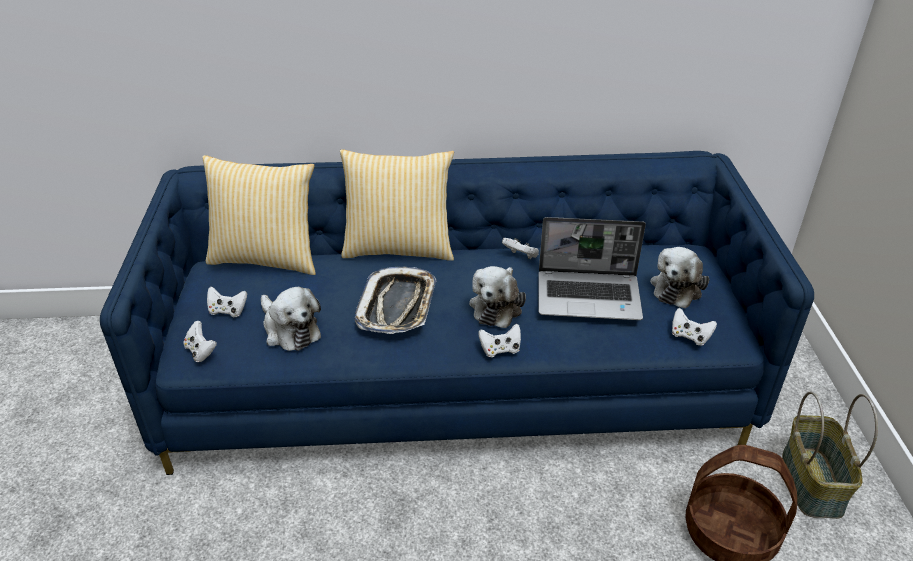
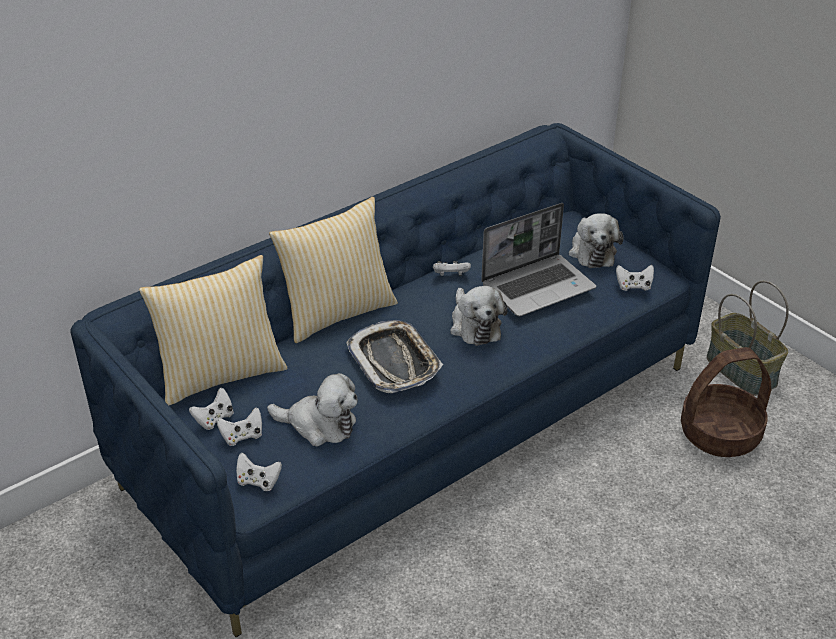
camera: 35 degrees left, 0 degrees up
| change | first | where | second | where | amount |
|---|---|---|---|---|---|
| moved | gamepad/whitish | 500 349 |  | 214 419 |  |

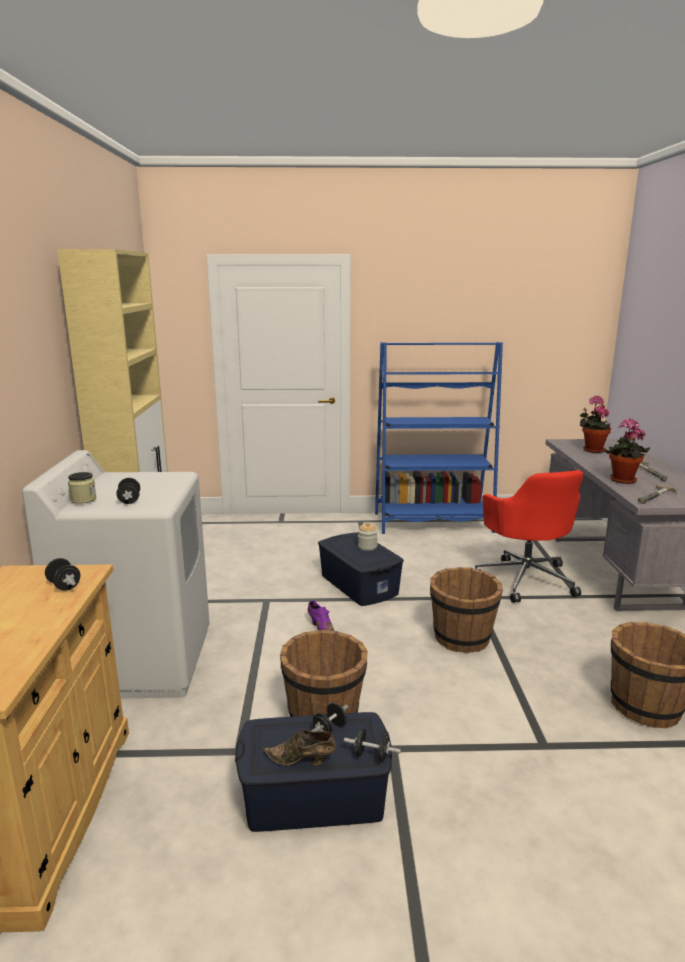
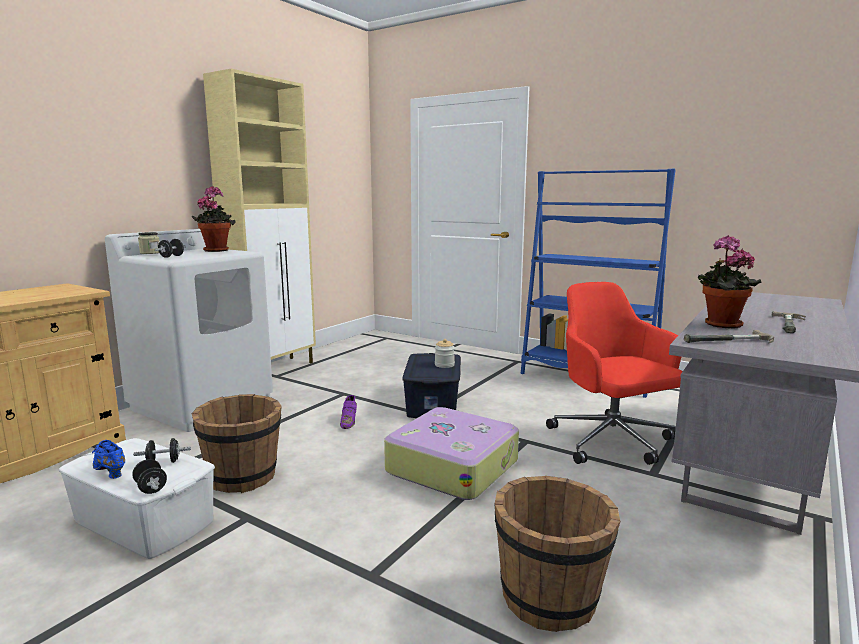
camera: 35 degrees right, 5 degrees down
| change | first | where | second | where | amount |
|---|---|---|---|---|---|
| moved | potted plant | 592 450 |  | 217 250 |  |
| turned | office chair/red | 525 579 |  | 612 442 | 135 degrees clockwise |
| removed | hand weight/black-coloured | 64 585 |  |  |  |
| replaced | pail/brownish | 462 638 | travel case | 452 466 |  |
| recoloured | storage bin/blue | 315 797 | storage bin/whitish | 143 522 |  |
| recoloured | item of footwear/brownish | 302 761 | item of footwear/blue | 109 472 |  |

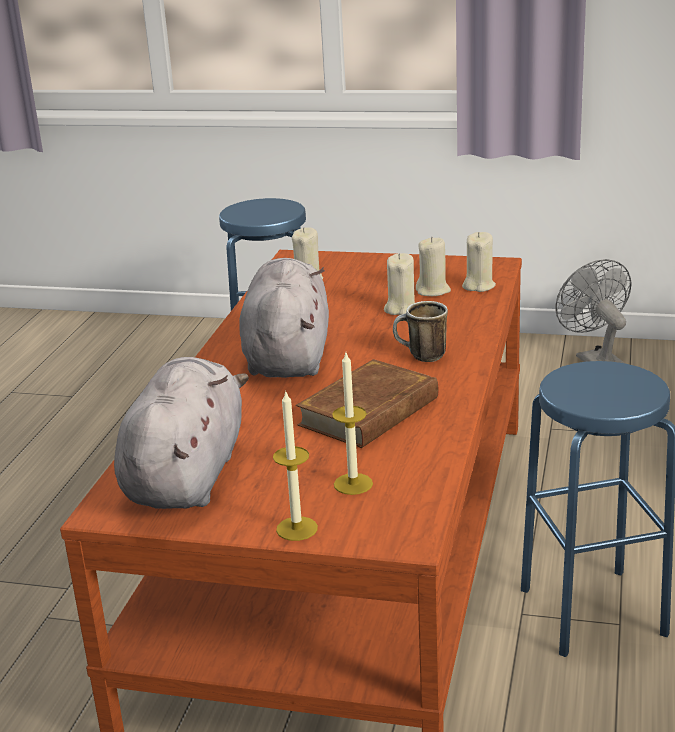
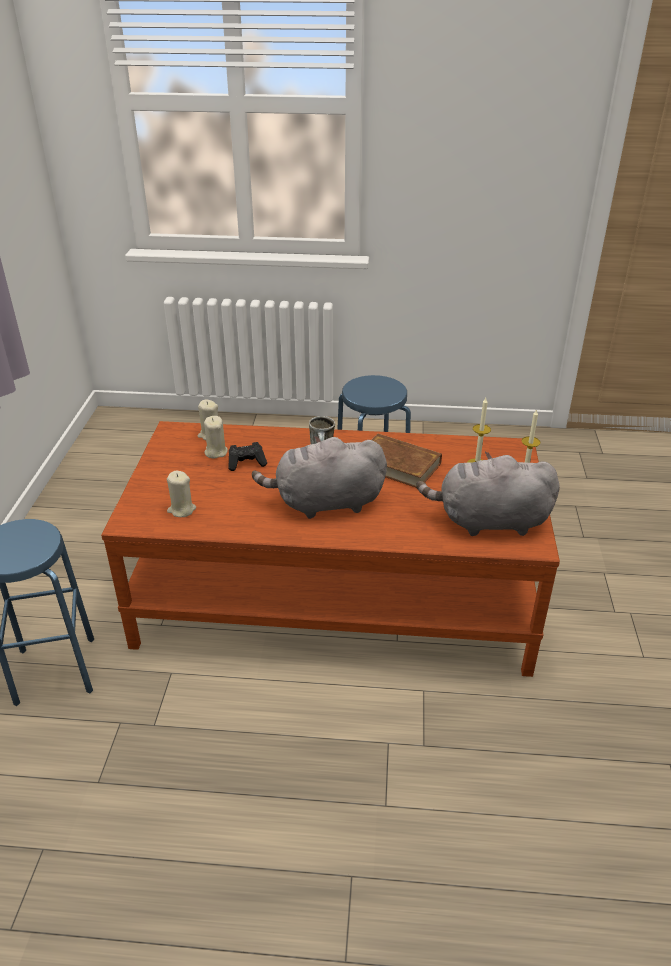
camera: 100 degrees left, 10 degrees up
| change | first | where | second | where | amount |
|---|---|---|---|---|---|
| replaced | wax candle/sand-coloured | 400 309 | gamepad/black-coloured | 246 463 |  |
| removed | electric fan/gray | 595 360 |  |  |  |

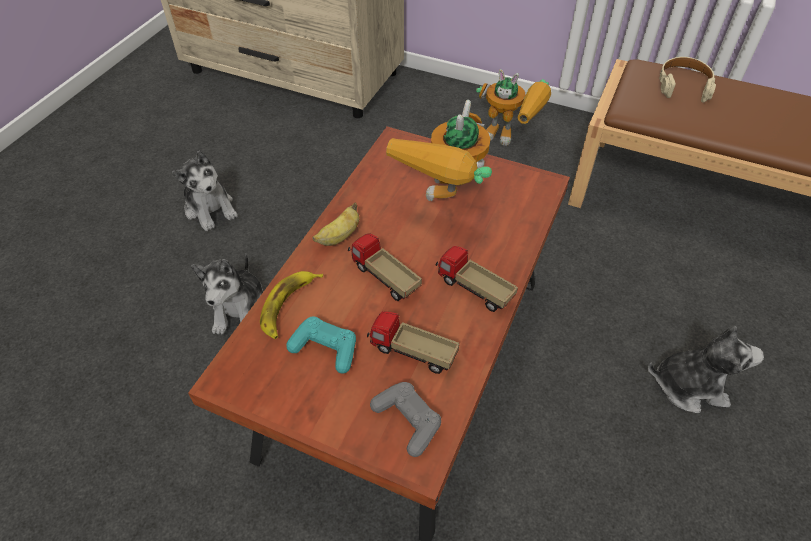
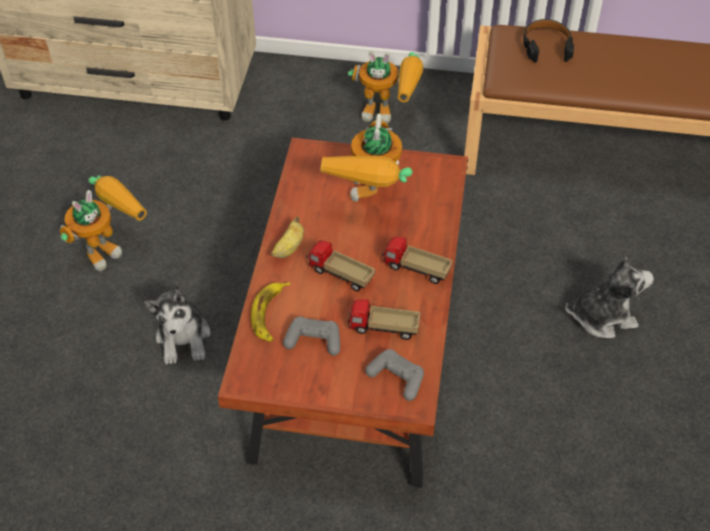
camera: 15 degrees left, 0 degrees up
| change | first | where | second | where | amount |
|---|---|---|---|---|---|
| recoloured | pair of headphones/sand-coloured | 684 85 | pair of headphones/black-coloured | 546 46 |  |
| replaced | cuddly toy | 210 209 | robot figure | 110 246 |  |
| recoloured | gamepad/turquoise | 325 349 | gamepad/gray | 313 341 |  |

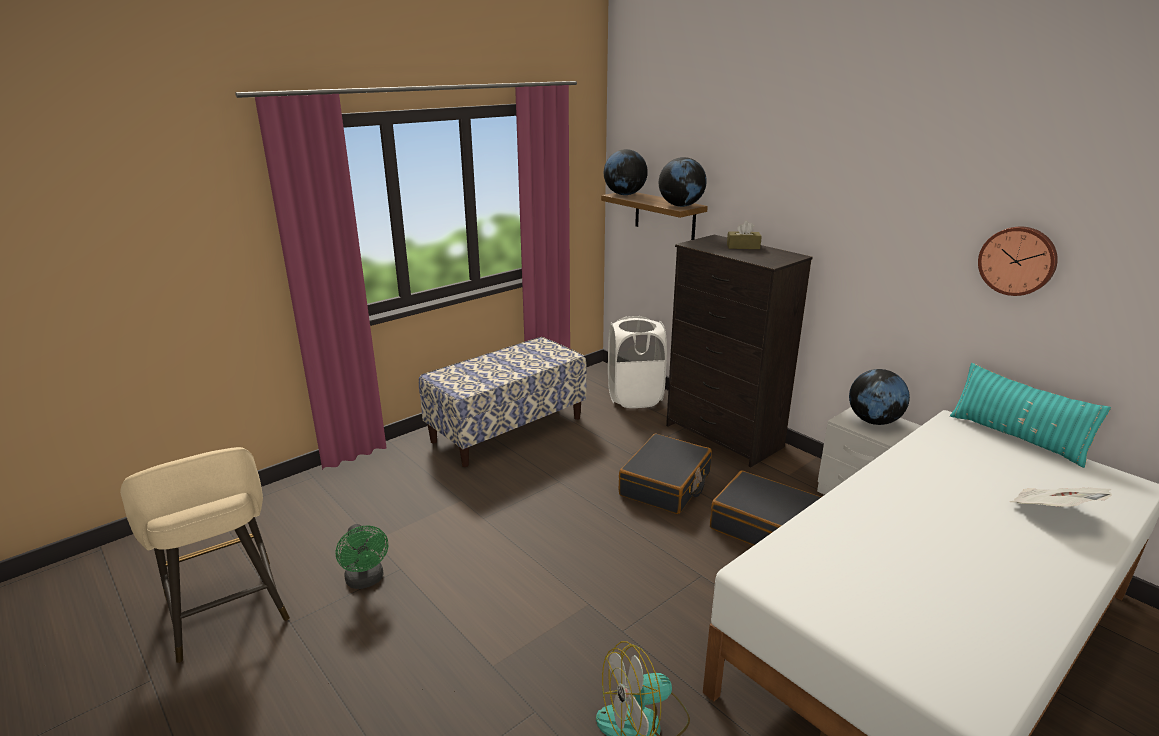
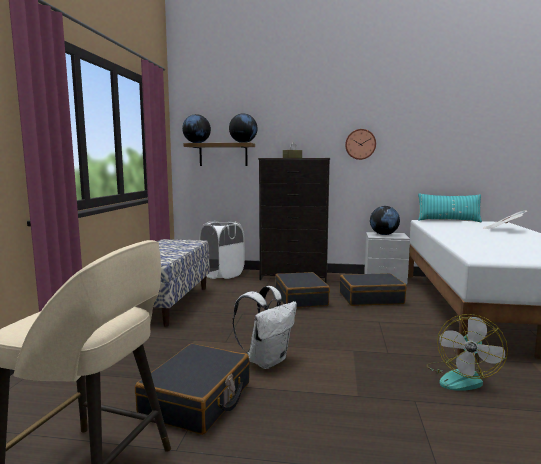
camera: 40 degrees left, 15 degrees down
| change | first | where | second | where | amount |
|---|---|---|---|---|---|
| moved | wall clock | 1018 260 |  | 360 144 |  |
| replaced | electric fan/green | 366 581 | travel case/black-coloured | 197 400 |  |
| added |  |  | backpack/whitish | 266 360 |  |

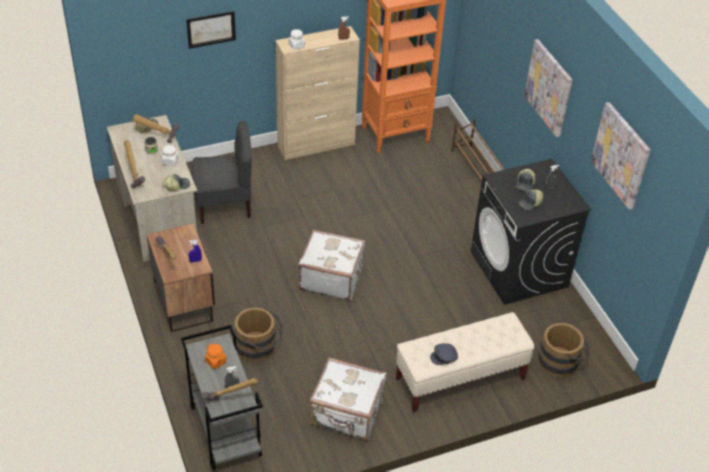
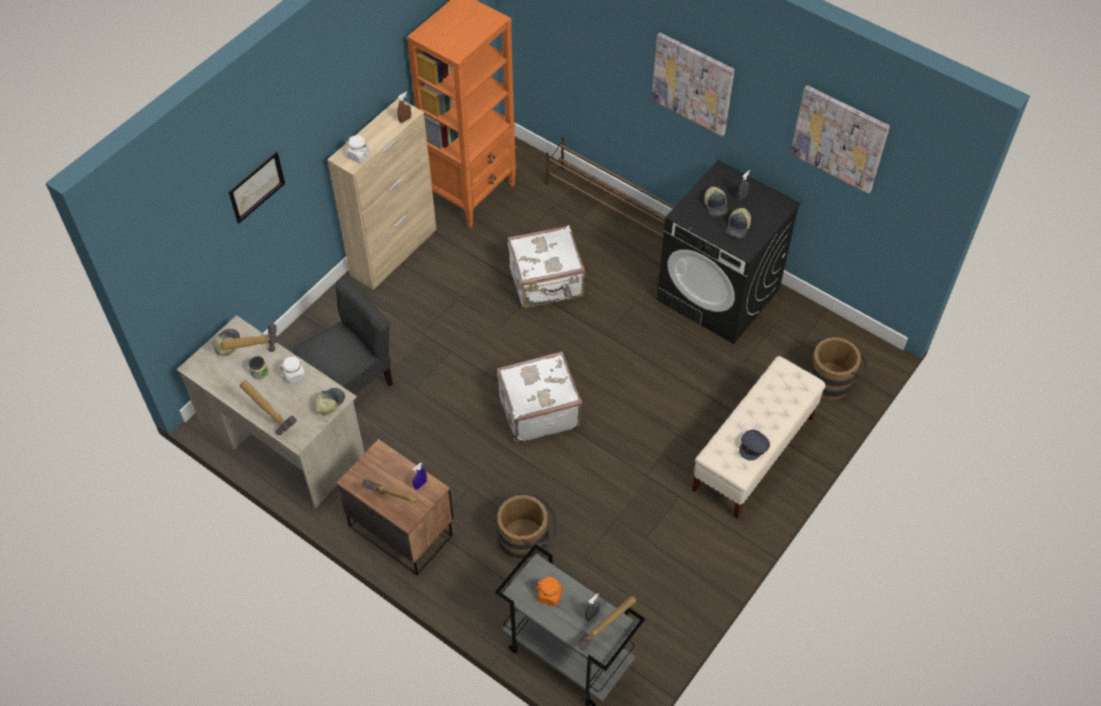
camera: 30 degrees left, 10 degrees up
| change | first | where | second | where | amount |
|---|---|---|---|---|---|
| moved | travel case/whitish | 347 414 |  | 547 283 |  |

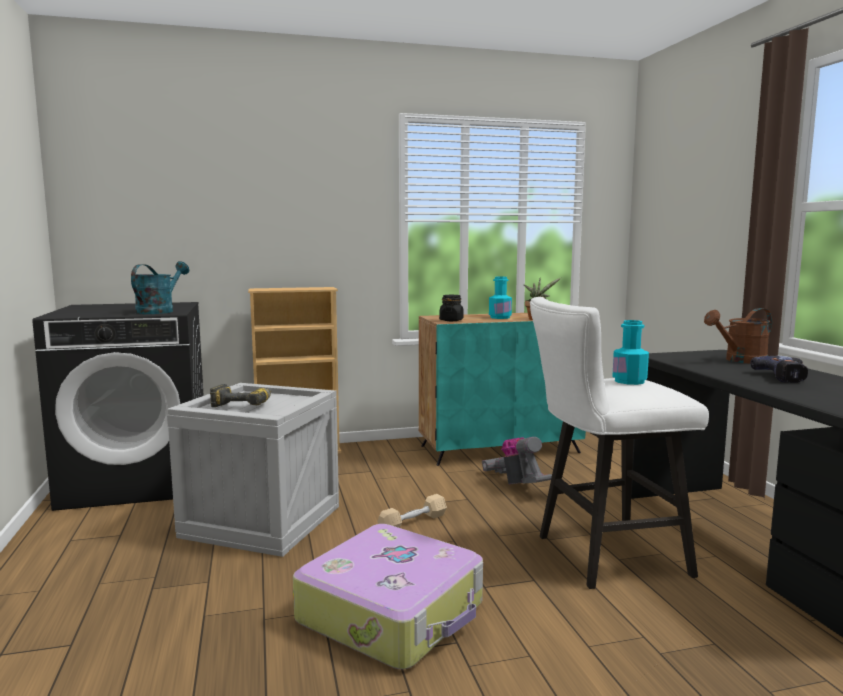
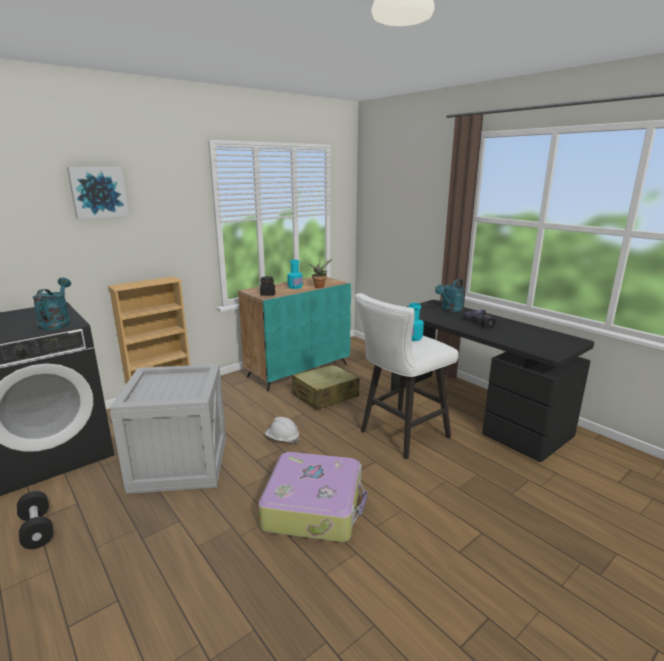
camera: 25 degrees left, 10 degrees up
| change | first | where | second | where | amount |
|---|---|---|---|---|---|
| recoloured | sprinkling can/brownish | 740 360 | sprinkling can/turquoise | 450 310 |  |
| removed | drill | 244 404 |  |  |  |
| replaced | vacuum | 516 484 | travel case/sand-coloured | 325 396 |  |
| replaced | hand weight/sand-coloured | 413 522 | work helmet/whitish | 282 439 |  |
| added |  |  | picture | 98 192 |  |
| added |  |  | hand weight/black-coloured | 37 529 |  |

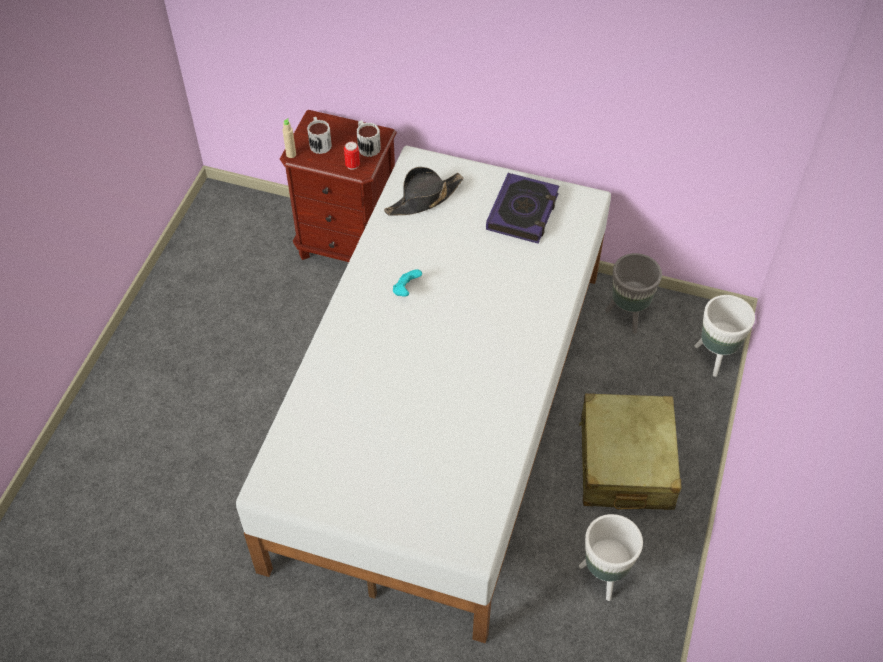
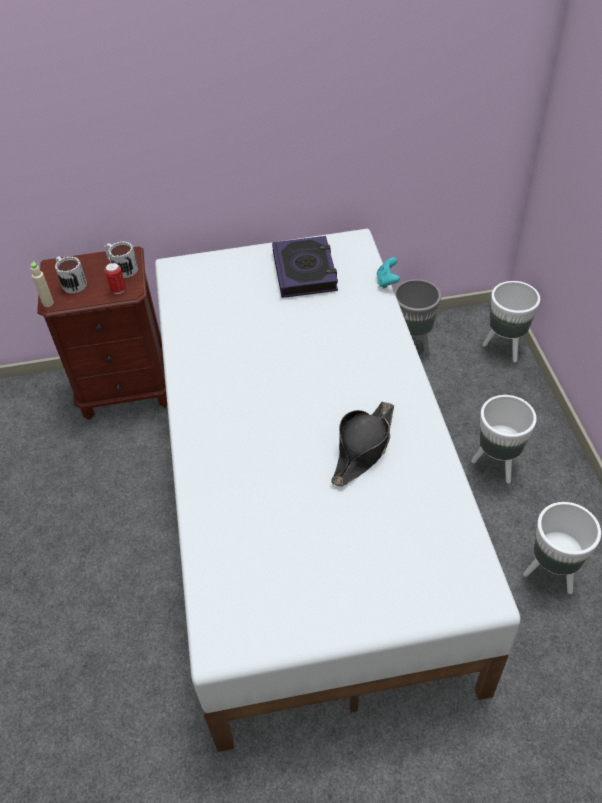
camera: 25 degrees left, 5 degrees down
| change | first | where | second | where | amount |
|---|---|---|---|---|---|
| moved | wearable hat/black-coloured | 424 199 |  | 363 448 |  |
| moved | gamepad/turquoise | 406 290 |  | 387 281 |  |
| replaced | travel case/sand-coloured | 625 463 | planter/whitish | 497 464 |  |

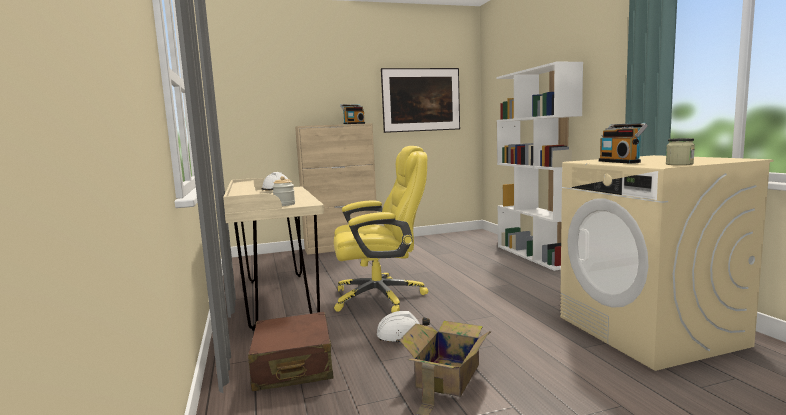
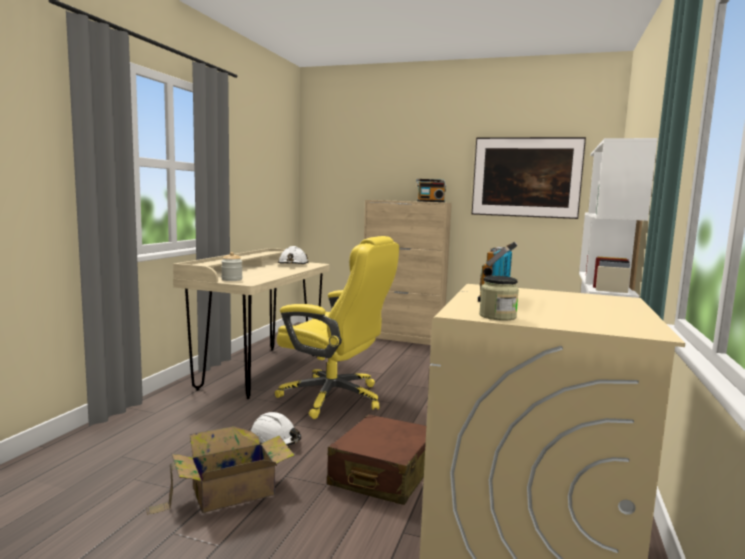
camera: 35 degrees right, 0 degrees up
| change | first | where | second | where | amount |
|---|---|---|---|---|---|
| moved | travel case/brownish | 293 366 |  | 383 474 |  |

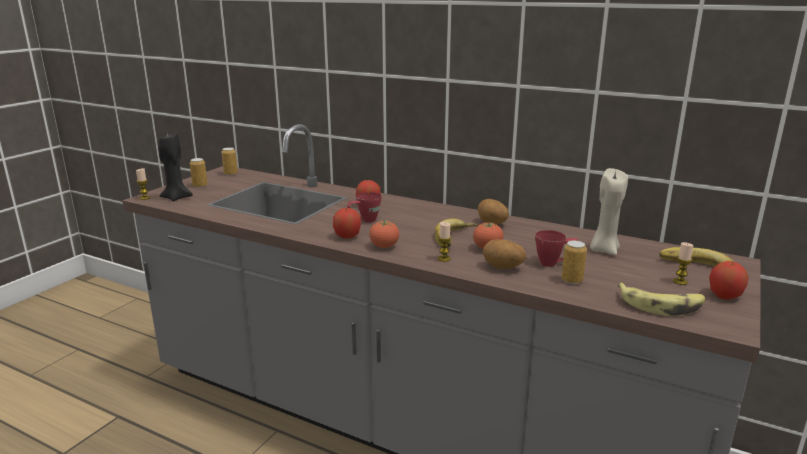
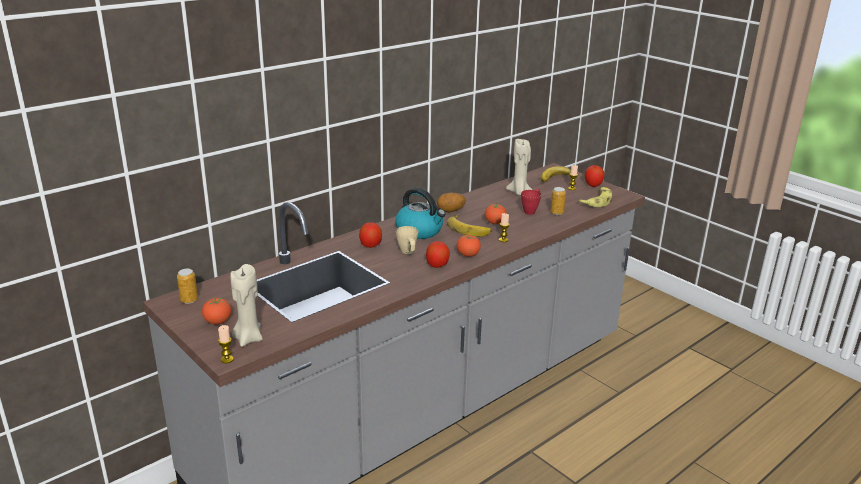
camera: 70 degrees left, 5 degrees up
| change | first | where | second | where | amount |
|---|---|---|---|---|---|
| recoloured | wax candle/black-coloured | 176 198 | wax candle/sand-coloured | 248 338 |  |
| replaced | can | 200 186 | fresh tomato | 218 322 |  |
| recoloured | coffee mug/red | 364 221 | coffee mug/sand-coloured | 408 253 |  |
| removed | spud | 502 268 |  |  |  |
| added |  |  | tea kettle | 420 231 |  |

